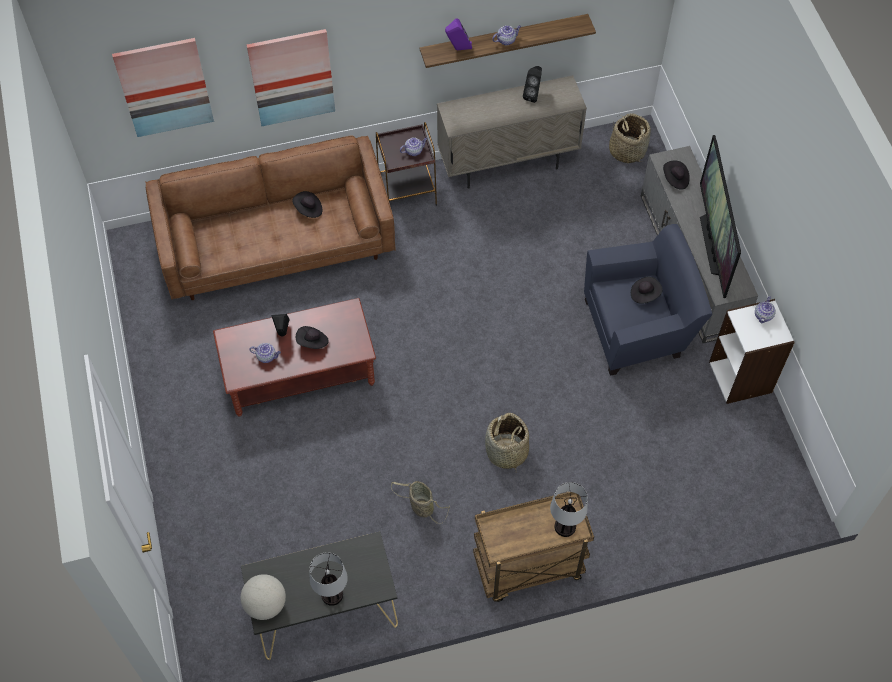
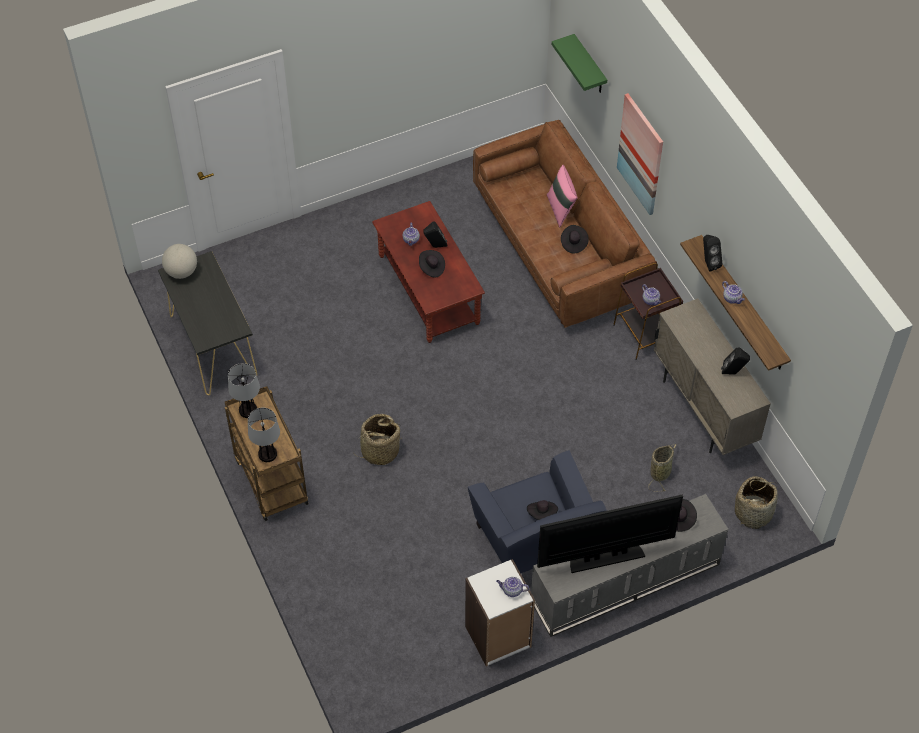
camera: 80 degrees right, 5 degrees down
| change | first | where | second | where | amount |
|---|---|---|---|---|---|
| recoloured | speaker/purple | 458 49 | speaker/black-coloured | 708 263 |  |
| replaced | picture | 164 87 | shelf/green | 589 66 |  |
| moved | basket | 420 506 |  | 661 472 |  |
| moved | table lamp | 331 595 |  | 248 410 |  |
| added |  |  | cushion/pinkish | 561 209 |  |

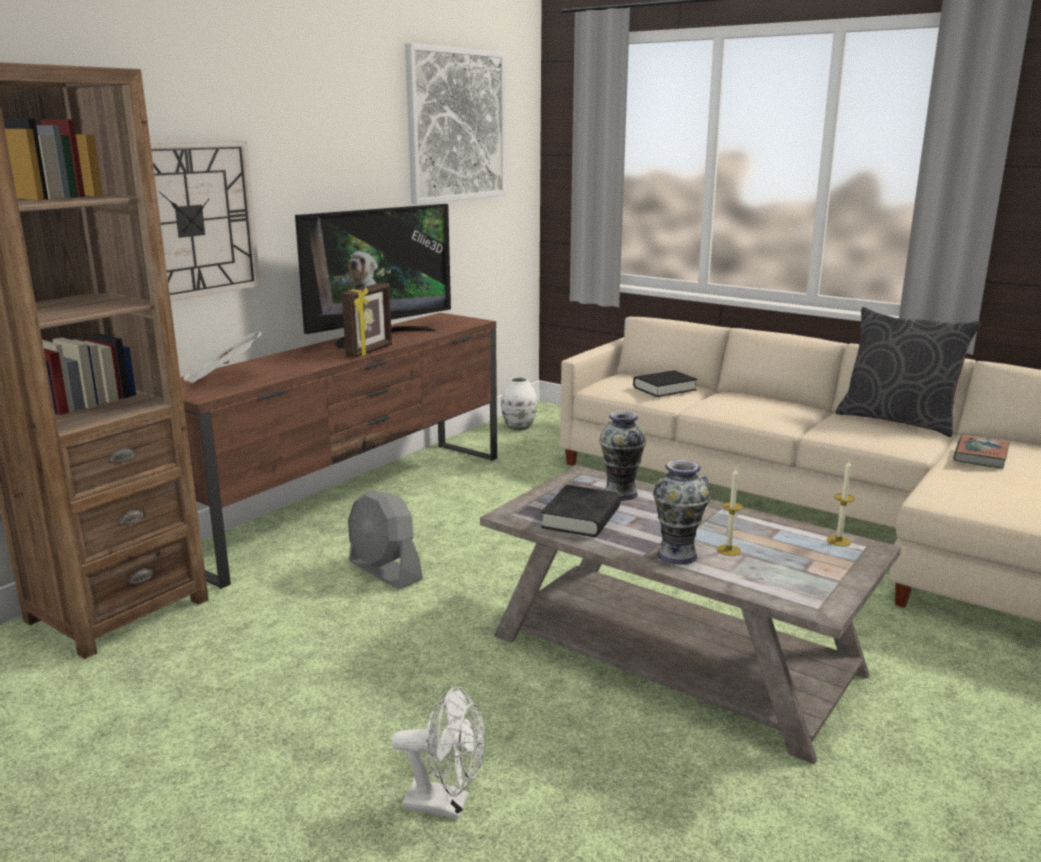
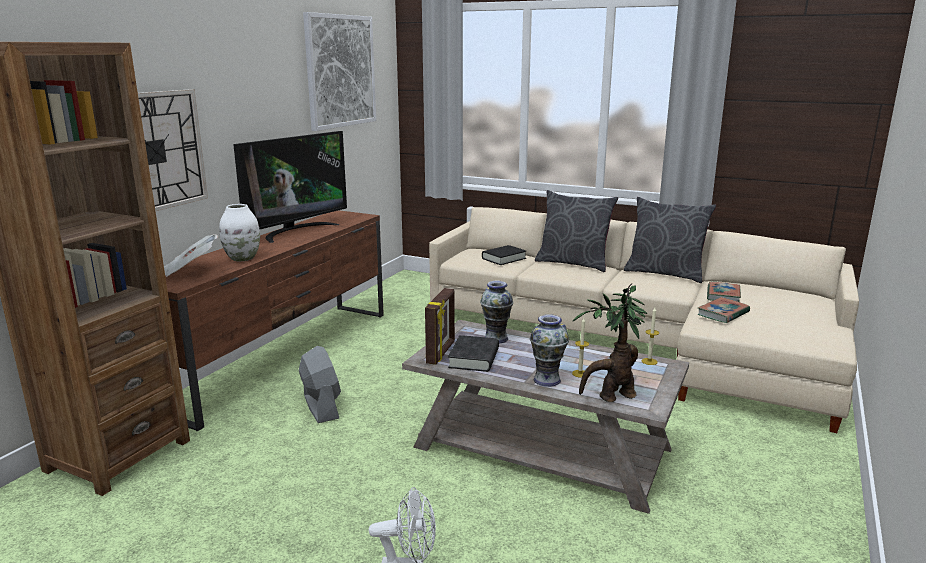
camera: 10 degrees left, 0 degrees up
| change | first | where | second | where | amount |
|---|---|---|---|---|---|
| moved | standing frame | 370 351 |  | 441 353 |  |
| moved | flower vase/whitish | 519 427 |  | 243 258 |  |
| turned | electric fan/gray | 385 571 |  | 321 406 | 150 degrees counterclockwise |
| added |  |  | cushion/gray | 573 263 |  |
| added |  |  | potted plant | 611 396 |  |
| added |  |  | volume | 723 313 |  |

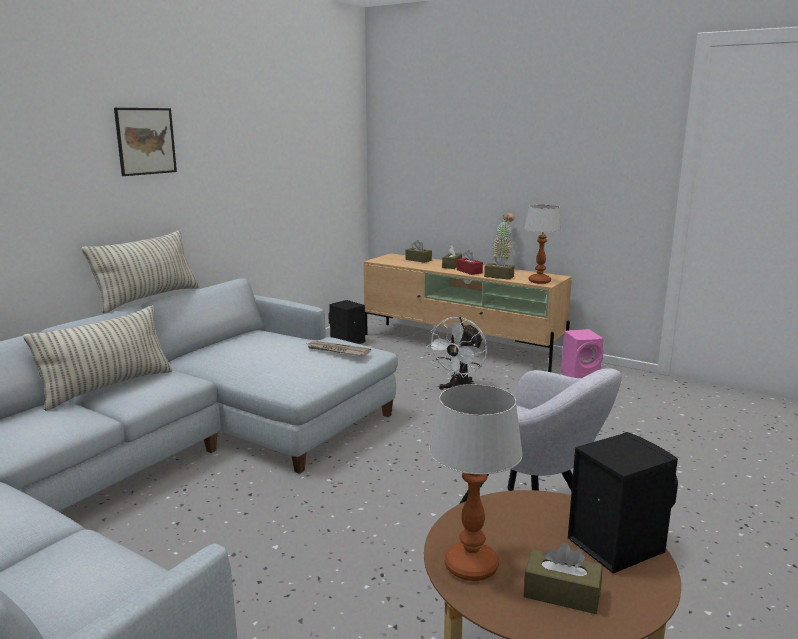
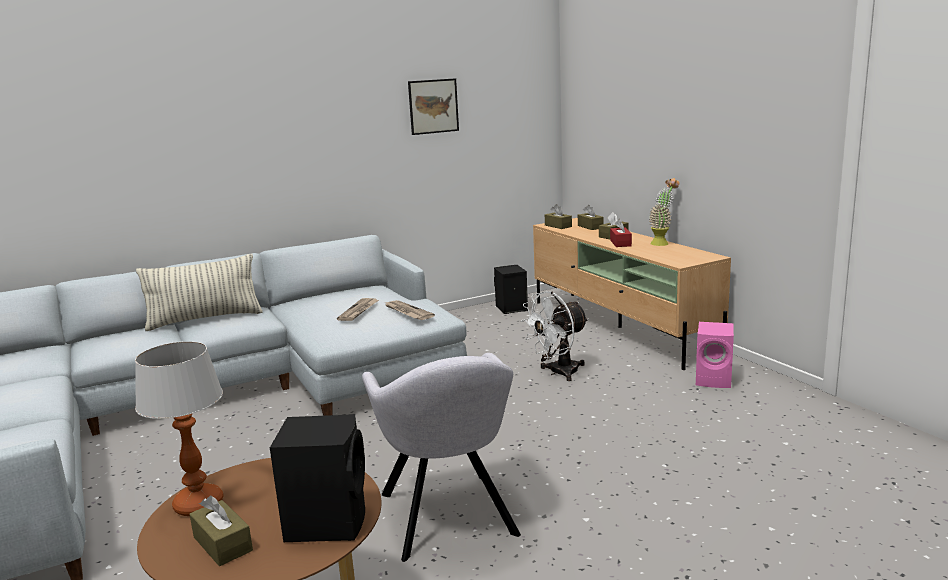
camera: 30 degrees right, 0 degrees up
| change | first | where | second | where | amount |
|---|---|---|---|---|---|
| moved | picture | 145 141 |  | 433 106 |  |
| removed | table lamp | 539 281 |  |  |  |
| removed | cushion | 148 298 |  |  |  |
| moved | tissue box/brownish | 499 276 |  | 558 226 |  |
| added |  |  | printed paper | 359 311 |  |

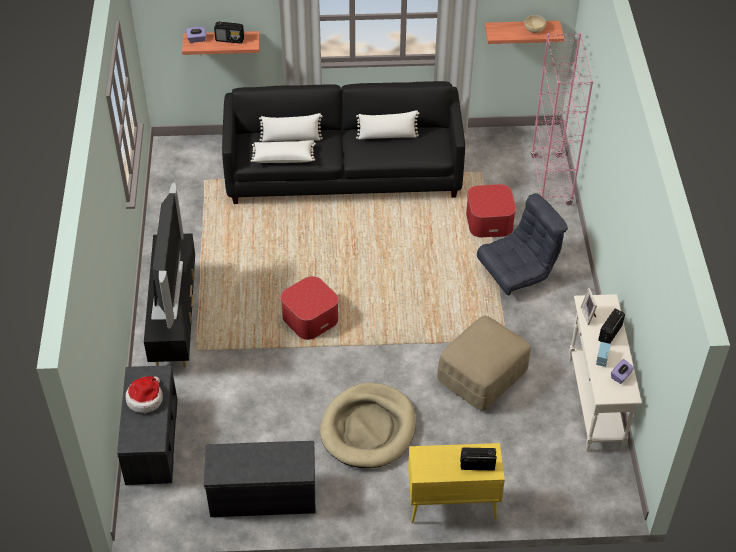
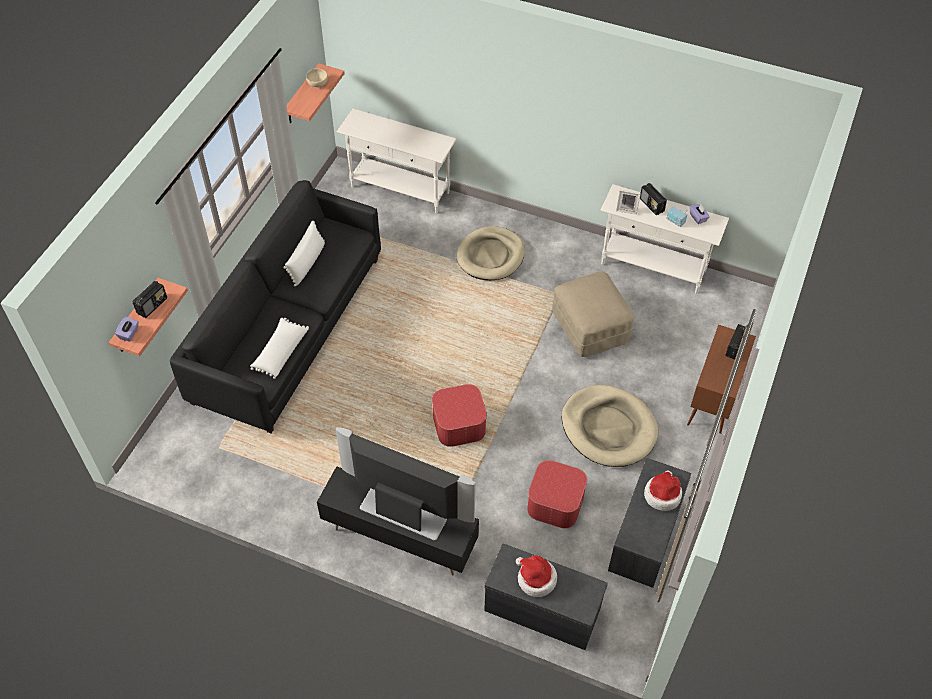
camera: 65 degrees left, 5 degrees up
| change | first | where | second | where | amount |
|---|---|---|---|---|---|
| replaced | shelving unit/pinkish | 551 181 | hall table/whitish | 400 190 |  |
| removed | cushion/whitish | 291 138 |  |  |  |
| moved | footrest | 489 221 |  | 555 502 |  |
| replaced | armchair/gray | 518 272 | dog cushion/sand-coloured | 491 256 |  |
| recoloured | cabinet/yellowish | 451 506 | cabinet/brownish | 713 402 |  |
| added |  |  | wearable hat | 662 494 |  |

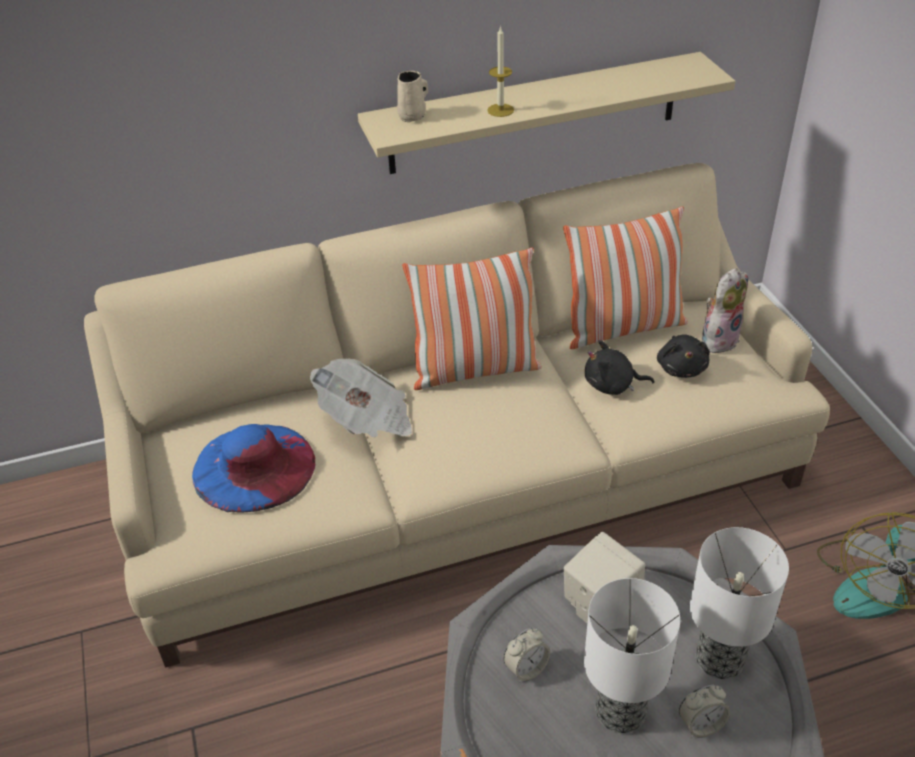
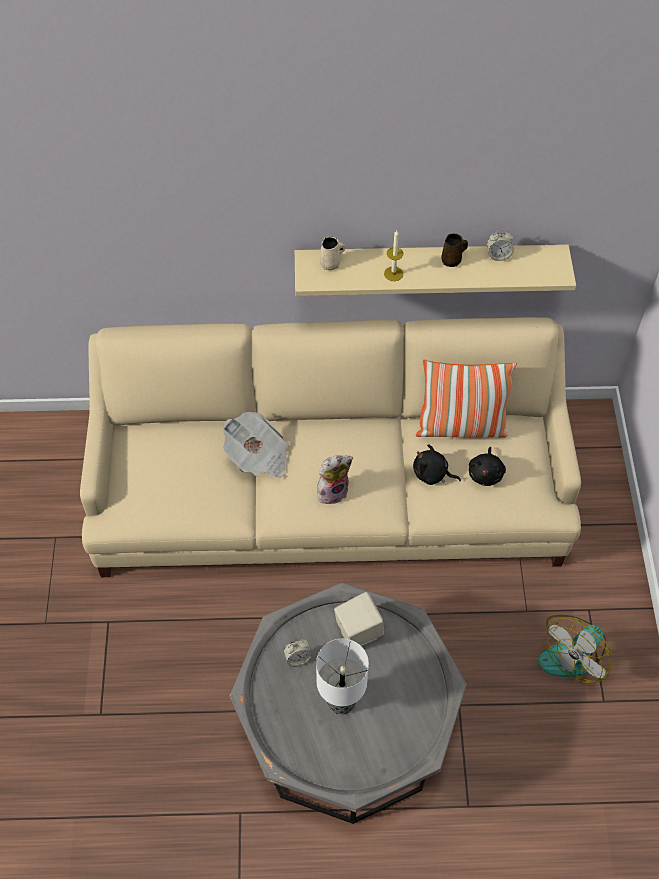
camera: 15 degrees right, 15 degrees up
| change | first | where | second | where | amount |
|---|---|---|---|---|---|
| removed | cushion | 474 370 |  |  |  |
| moved | cuddly toy | 718 339 |  | 332 491 |  |
| removed | wearable hat/blue | 254 467 |  |  |  |
| removed | table lamp | 719 660 |  |  |  |
| moved | bedside clock | 701 724 |  | 498 256 |  |
| added |  |  | coffee mug/brownish | 452 260 |  |

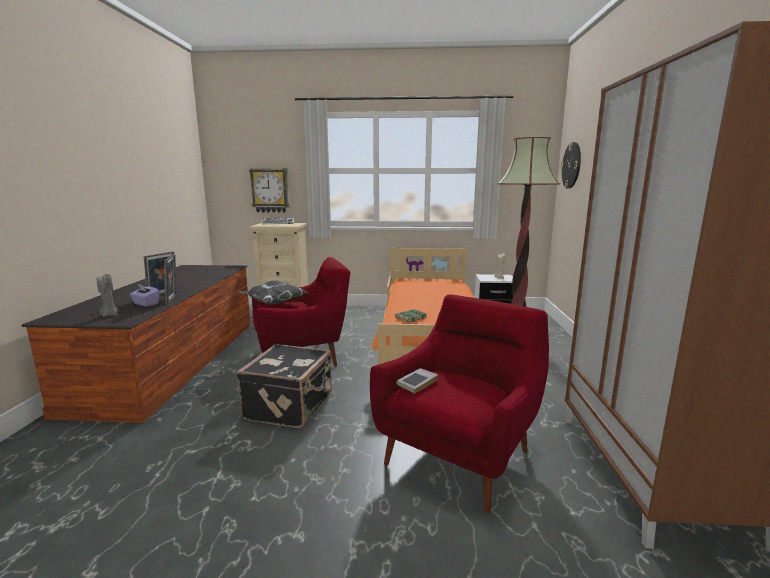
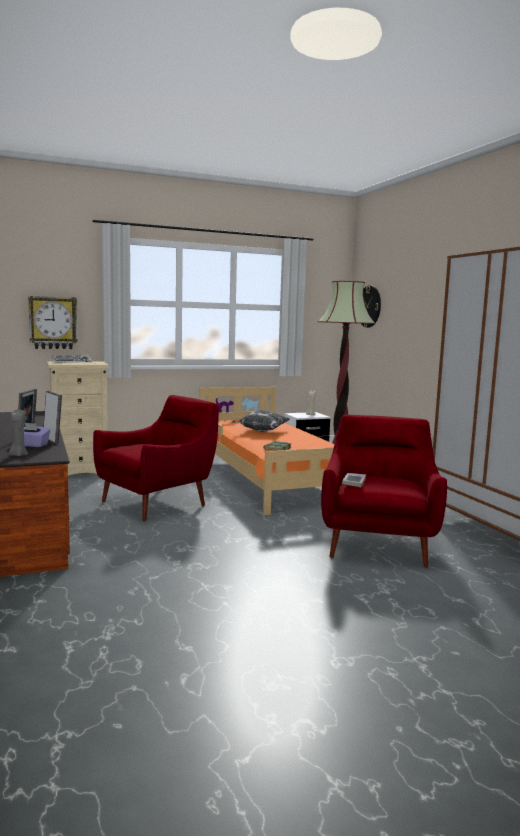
camera: 25 degrees left, 5 degrees down
| change | first | where | second | where | amount |
|---|---|---|---|---|---|
| moved | cushion | 273 304 |  | 260 431 |  |
| removed | travel case/black-coloured | 291 406 |  |  |  |

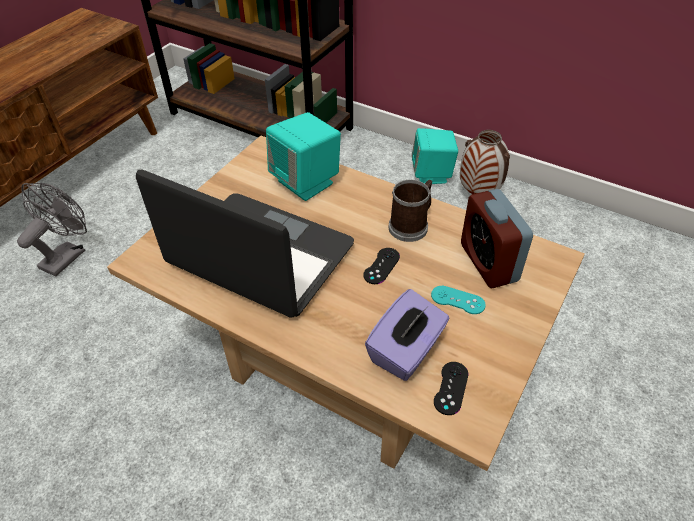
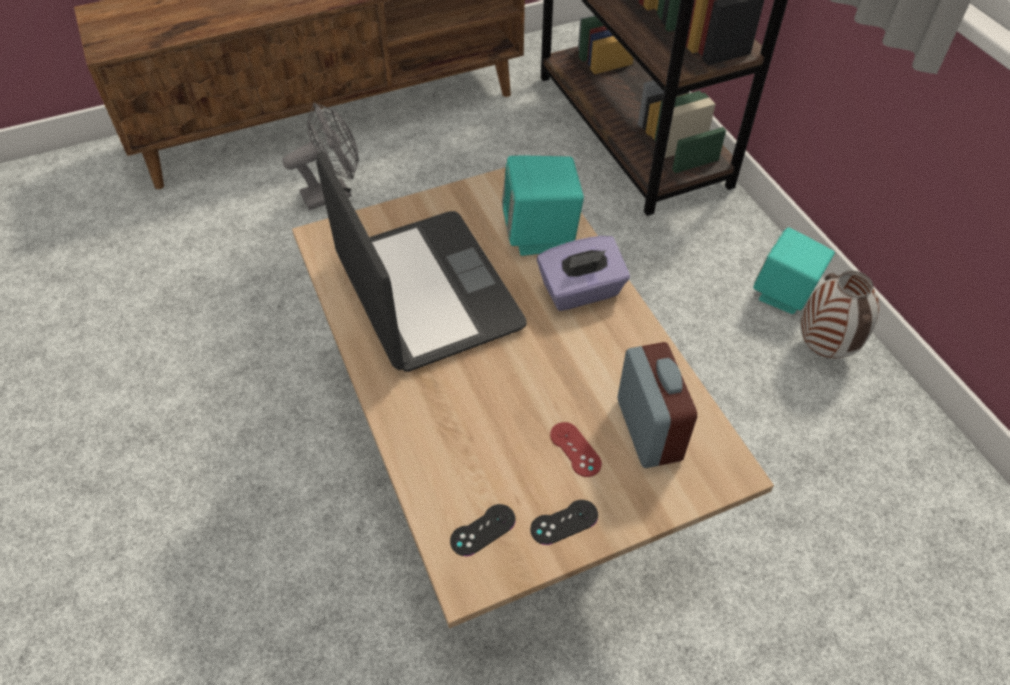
camera: 35 degrees right, 5 degrees up
| change | first | where | second | where | amount |
|---|---|---|---|---|---|
| removed | coffee mug | 411 225 |  |  |  |
| turned | bedside clock | 488 262 |  | 648 430 | 150 degrees clockwise |
| moved | gamepad/black-coloured | 381 266 |  | 564 522 |  |
| recoloured | gamepad/turquoise | 457 300 | gamepad/red | 575 449 |  |
| moved | tissue box/purple | 406 351 |  | 581 291 |  |

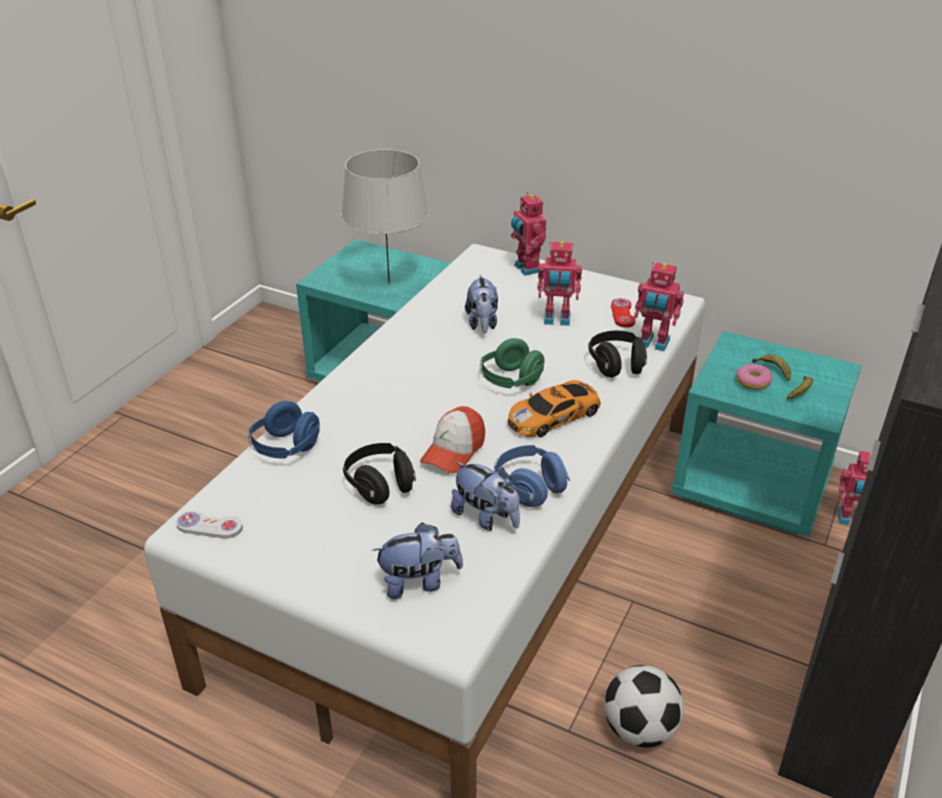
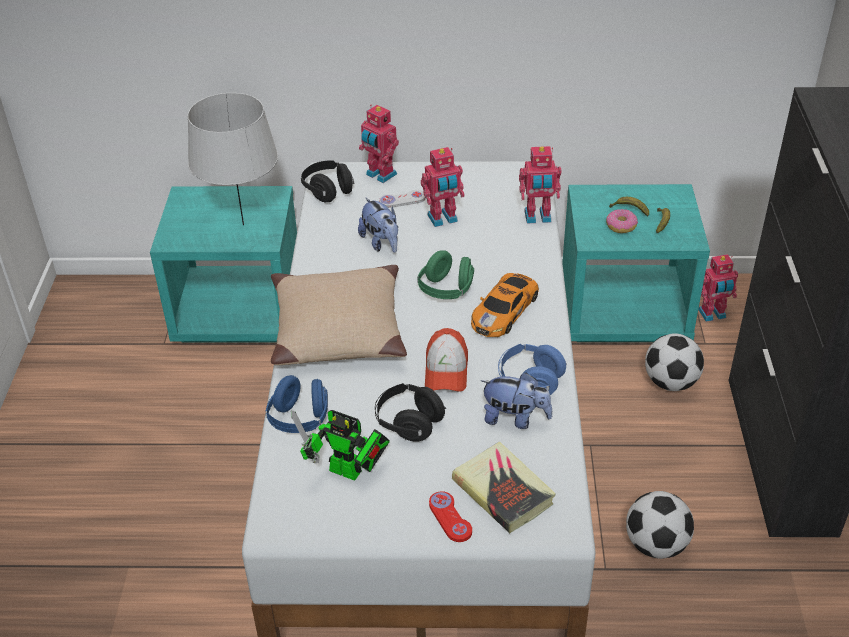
camera: 25 degrees left, 5 degrees up
| change | first | where | second | where | amount |
|---|---|---|---|---|---|
| moved | gamepad/red | 622 314 |  | 450 518 |  |
| moved | pair of headphones/black-coloured | 616 365 |  | 328 191 |  |
| moved | gamepad/whitish | 209 526 |  | 402 200 |  |
| replaced | cuddly toy | 419 582 | volume | 503 491 |  |
| added |  |  | cushion/sand-coloured | 337 329 |  |
| added |  |  | ball for football | 670 382 |  |
| added |  |  | robot figure | 350 472 |  |

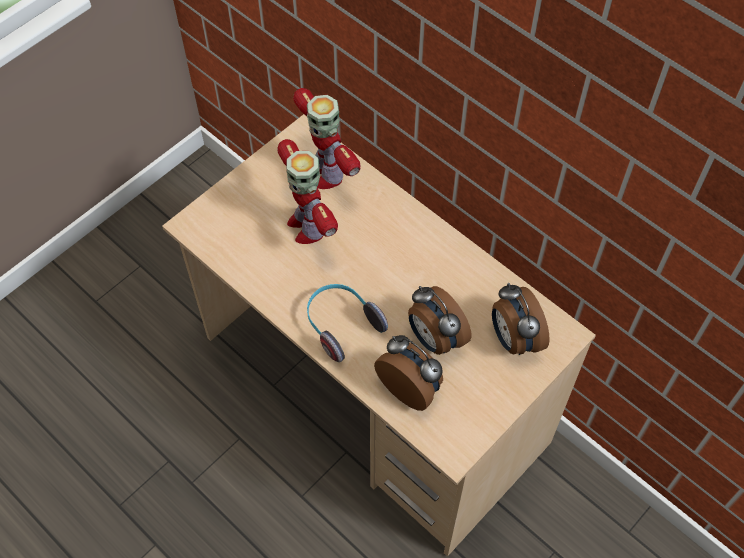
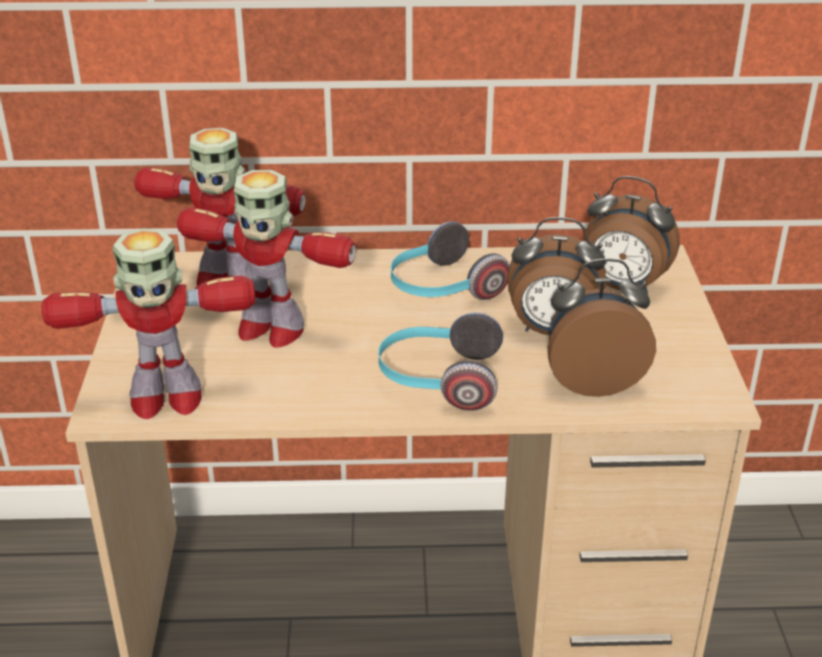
camera: 45 degrees left, 25 degrees down
| change | first | where | second | where | amount |
|---|---|---|---|---|---|
| added |  |  | pair of headphones | 442 288 |  |
| added |  |  | robot figure | 164 399 |  |

